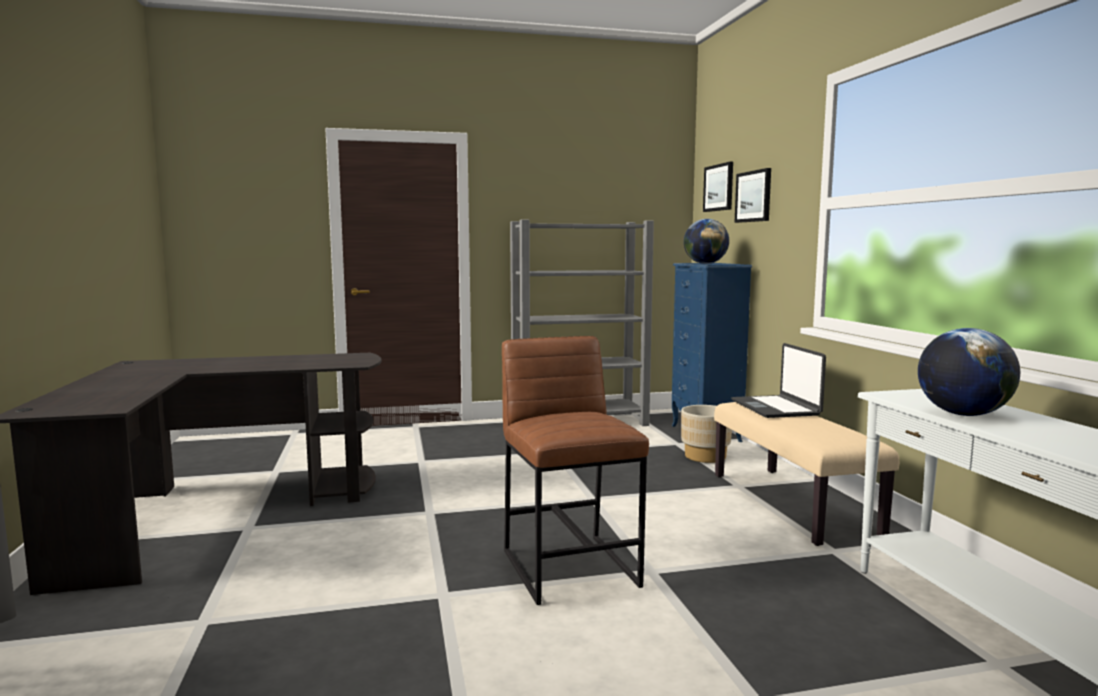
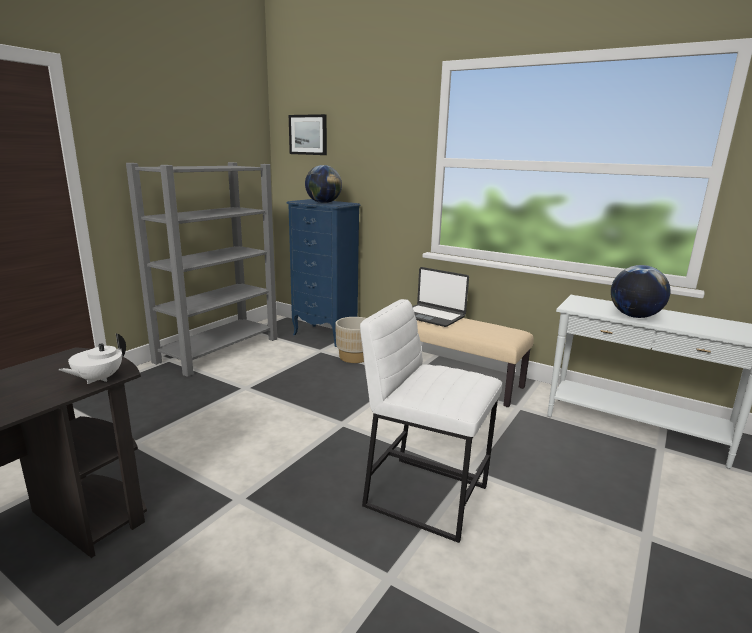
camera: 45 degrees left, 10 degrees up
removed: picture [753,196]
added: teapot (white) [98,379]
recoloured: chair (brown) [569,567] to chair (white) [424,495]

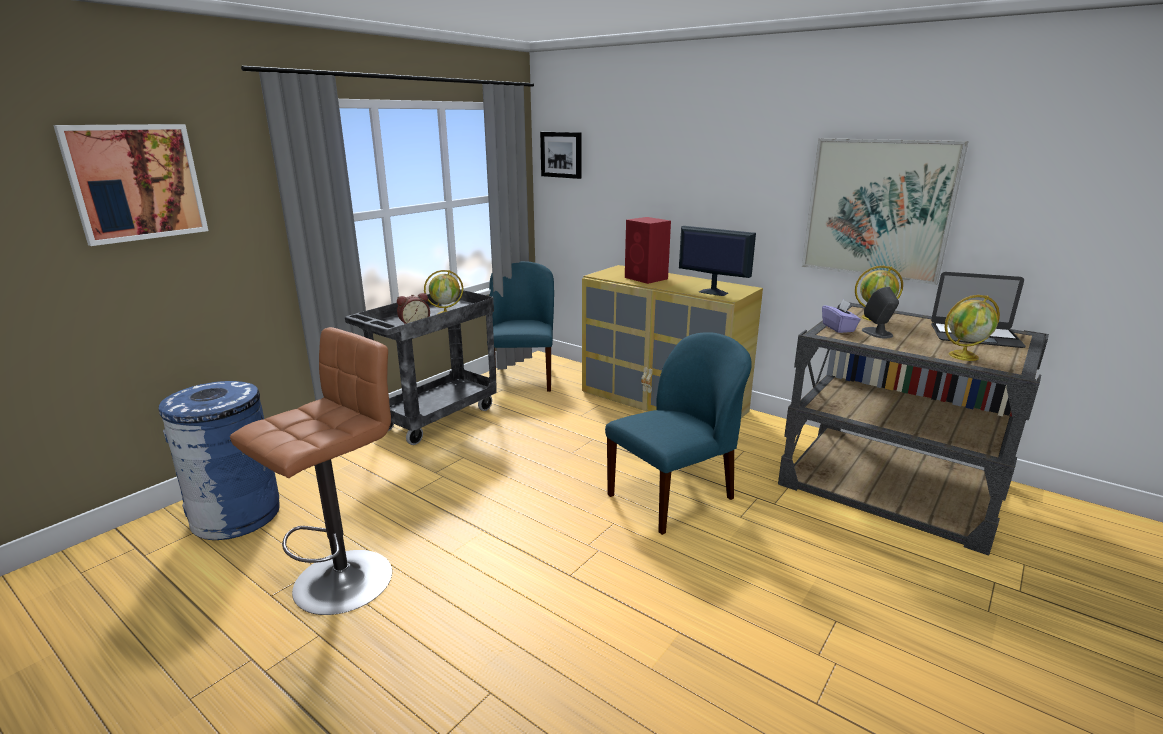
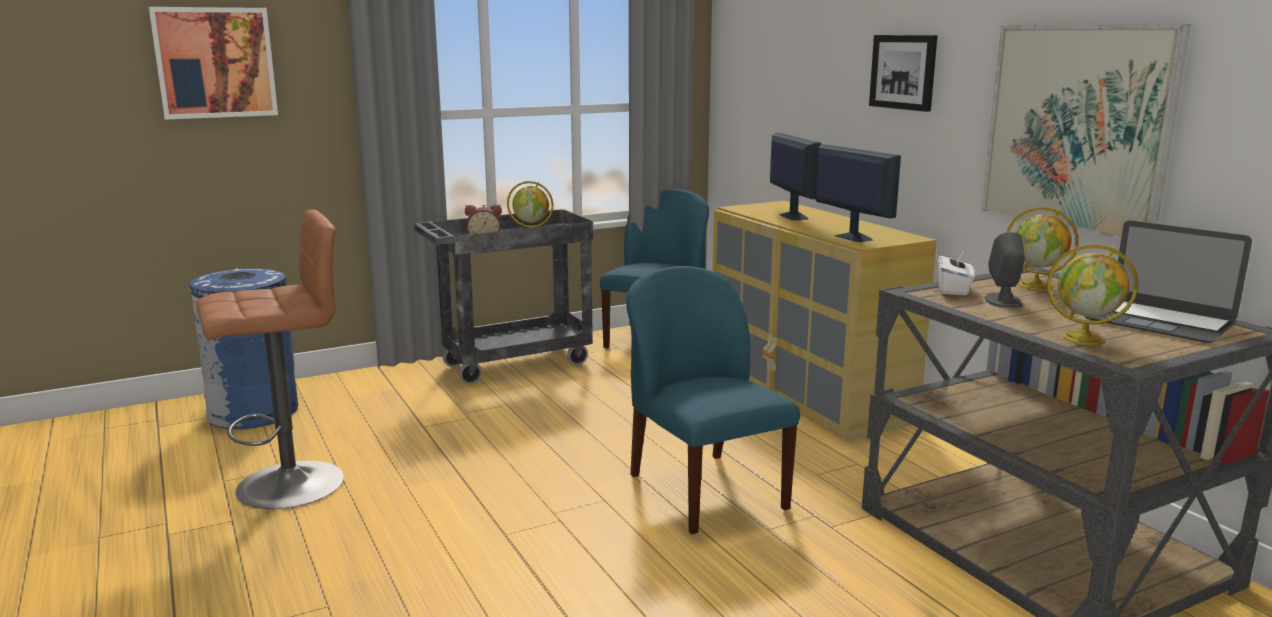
camera: 25 degrees right, 5 degrees down
moved: picture [561,154] to [903,72]
replaced: speaker (red) [646,278] to monitor [793,216]
recoloured: tissue box (purple) [838,328] to tissue box (white) [953,289]
turned: chair (blue) [673,496] = [704,490] 105 degrees counterclockwise

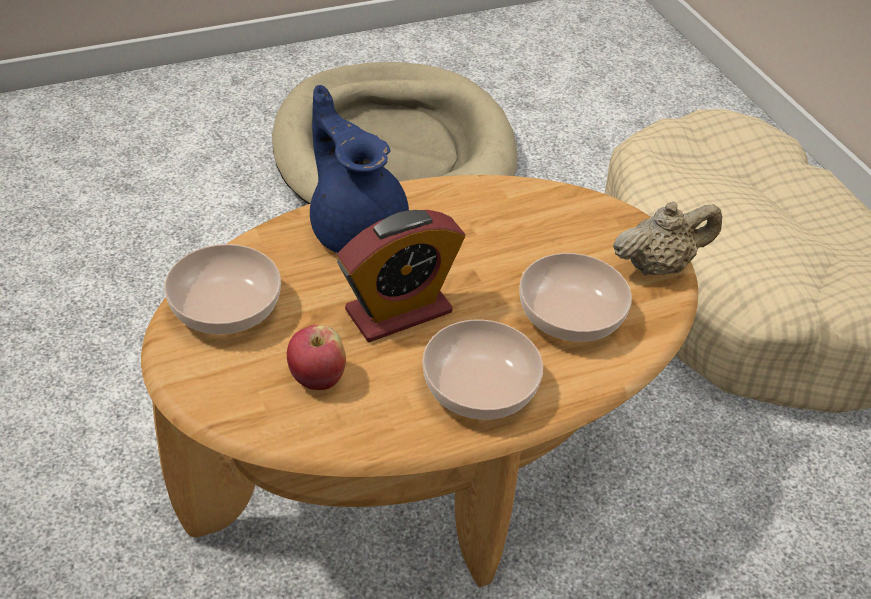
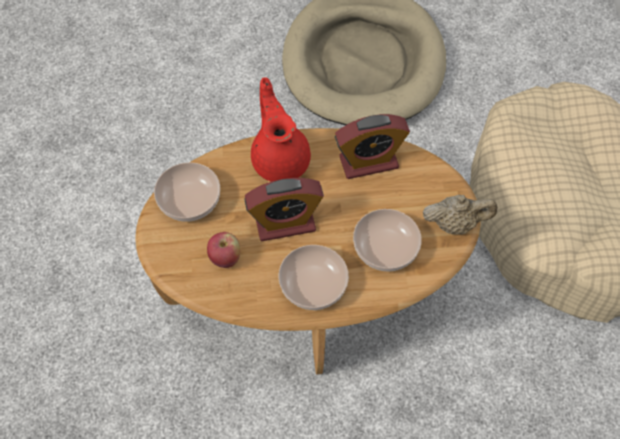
camera: 20 degrees right, 15 degrees up
added: alarm clock [368,162]
recoloured: teapot (blue) [356,228] to teapot (red) [280,159]

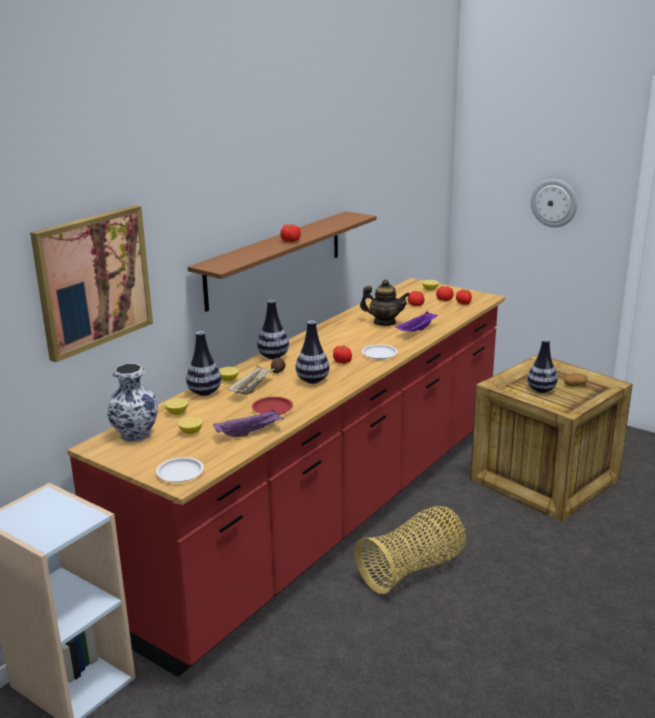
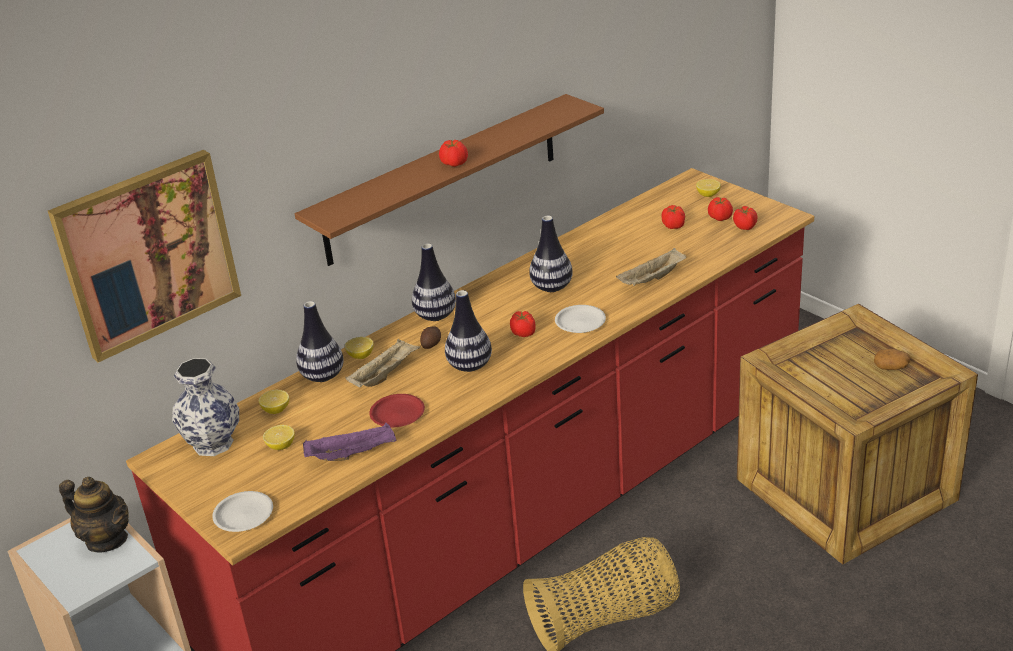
camera: 15 degrees right, 10 degrees up
removed: wall clock [554,203]
moved: teapot [384,322] to [107,539]; vase [541,390] to [552,287]
recoloured: tray (purple) [416,331] to tray (beige) [652,280]

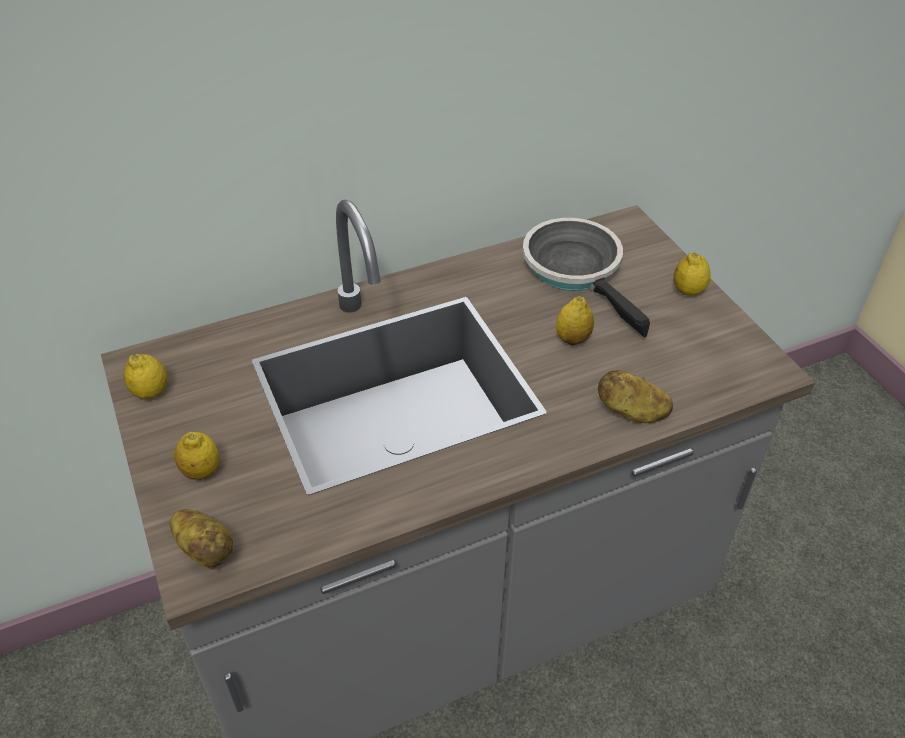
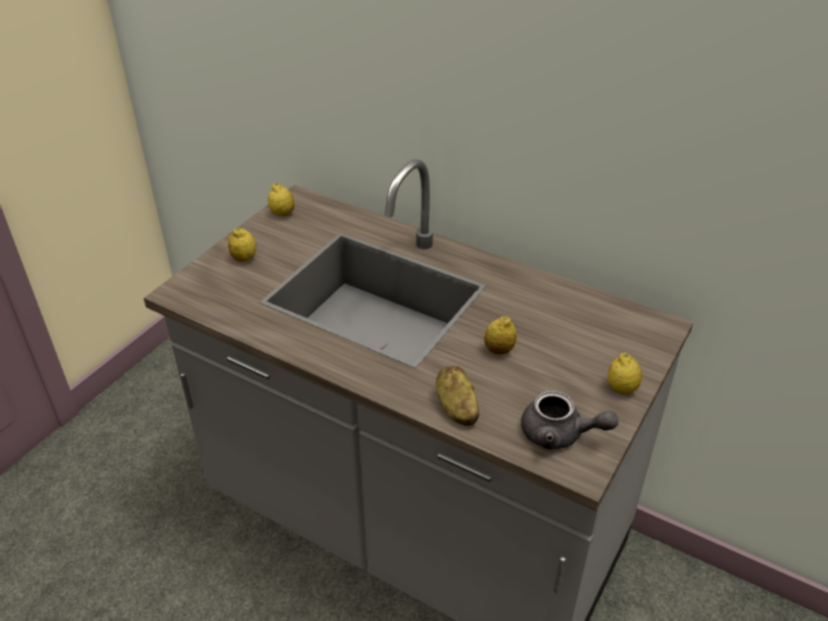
camera: 55 degrees right, 5 degrees down
removed: frying pan [577,270]; potato [206,549]
added: teapot (grey) [560,435]

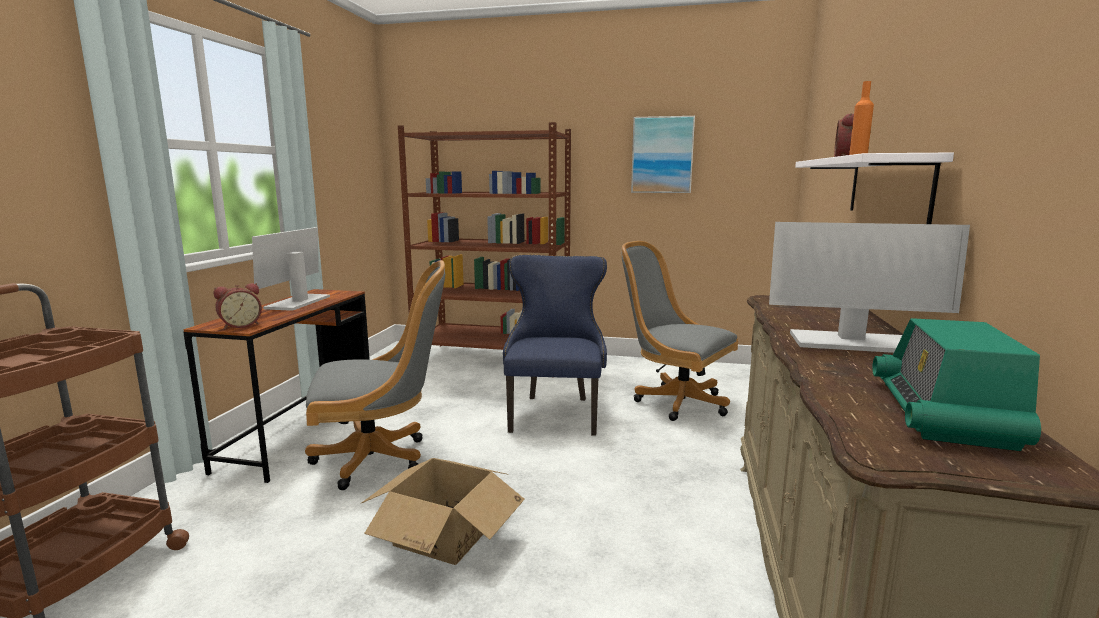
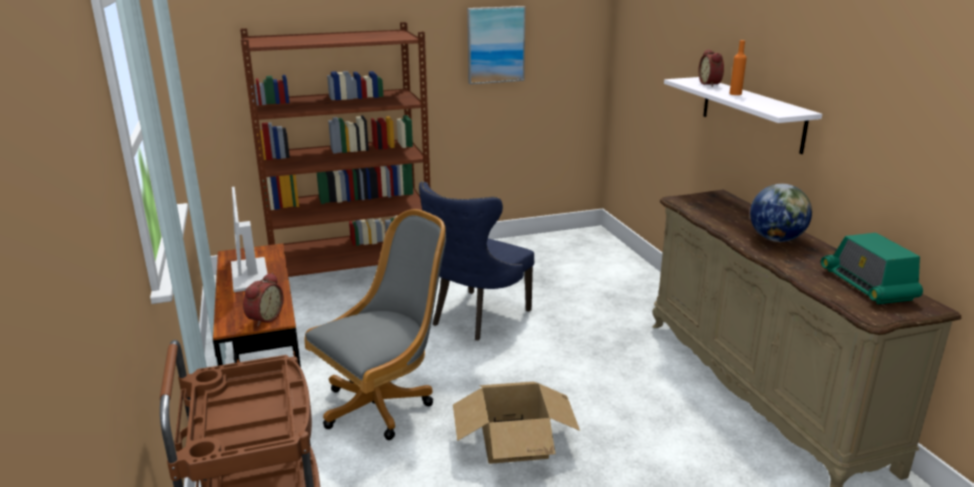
camera: 30 degrees left, 10 degrees up
removed: office chair (grey) [673,401]
replaced: monitor [850,343] to globe [776,239]
turned: chair (blue) [555,413] = [476,317] 120 degrees counterclockwise

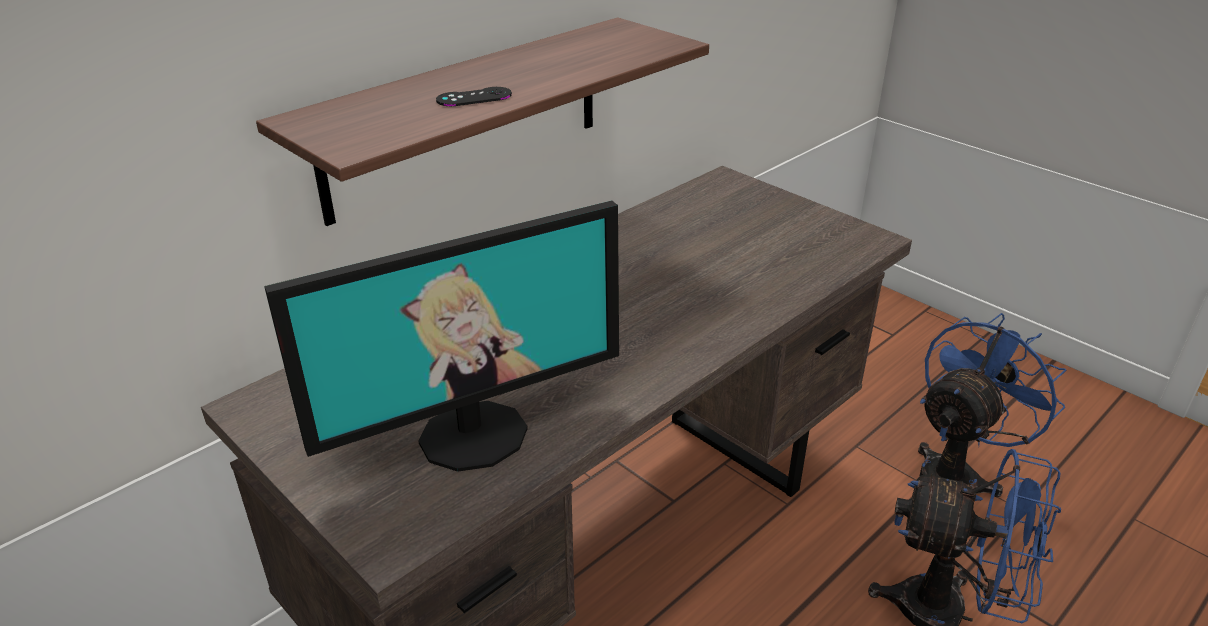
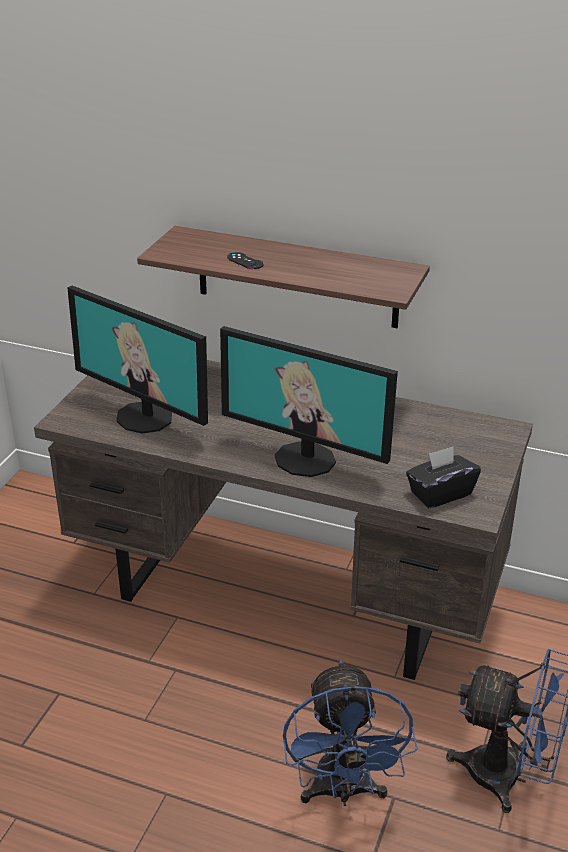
camera: 65 degrees right, 0 degrees up
added: monitor [306,459]; tissue box (black) [440,493]

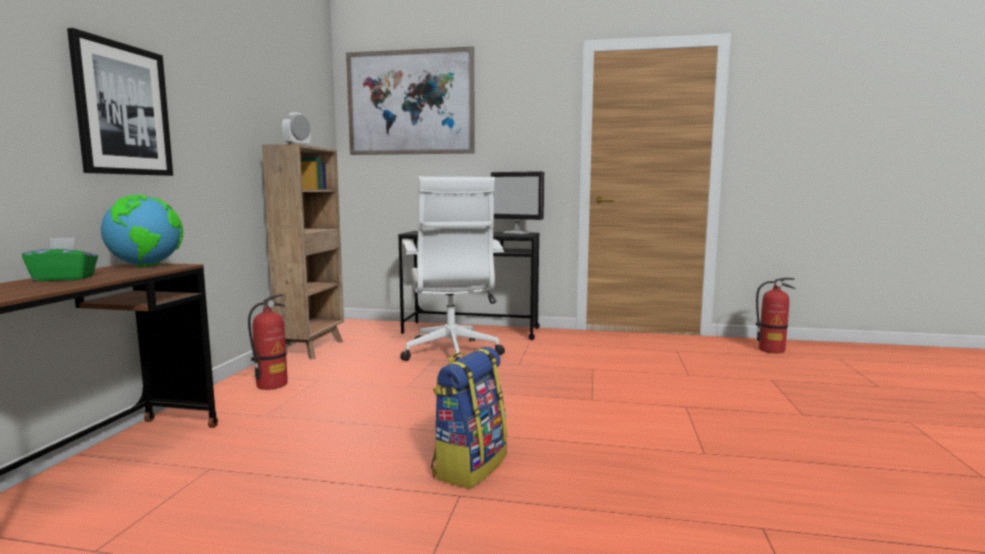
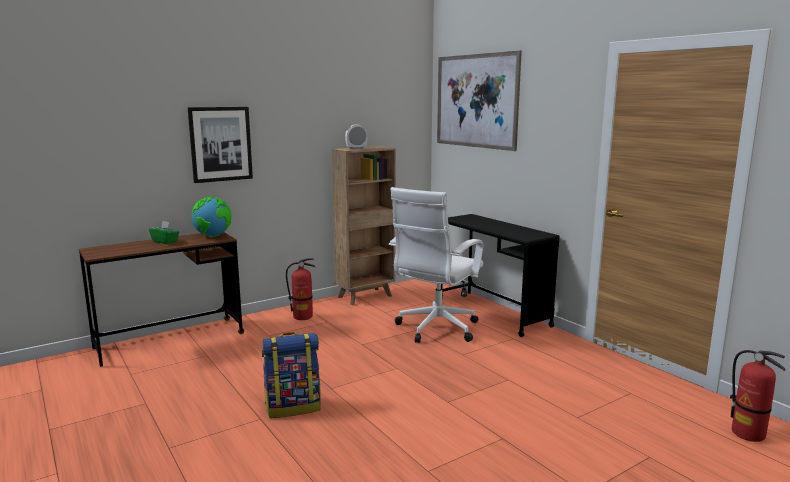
camera: 45 degrees right, 5 degrees up
removed: monitor [517,233]

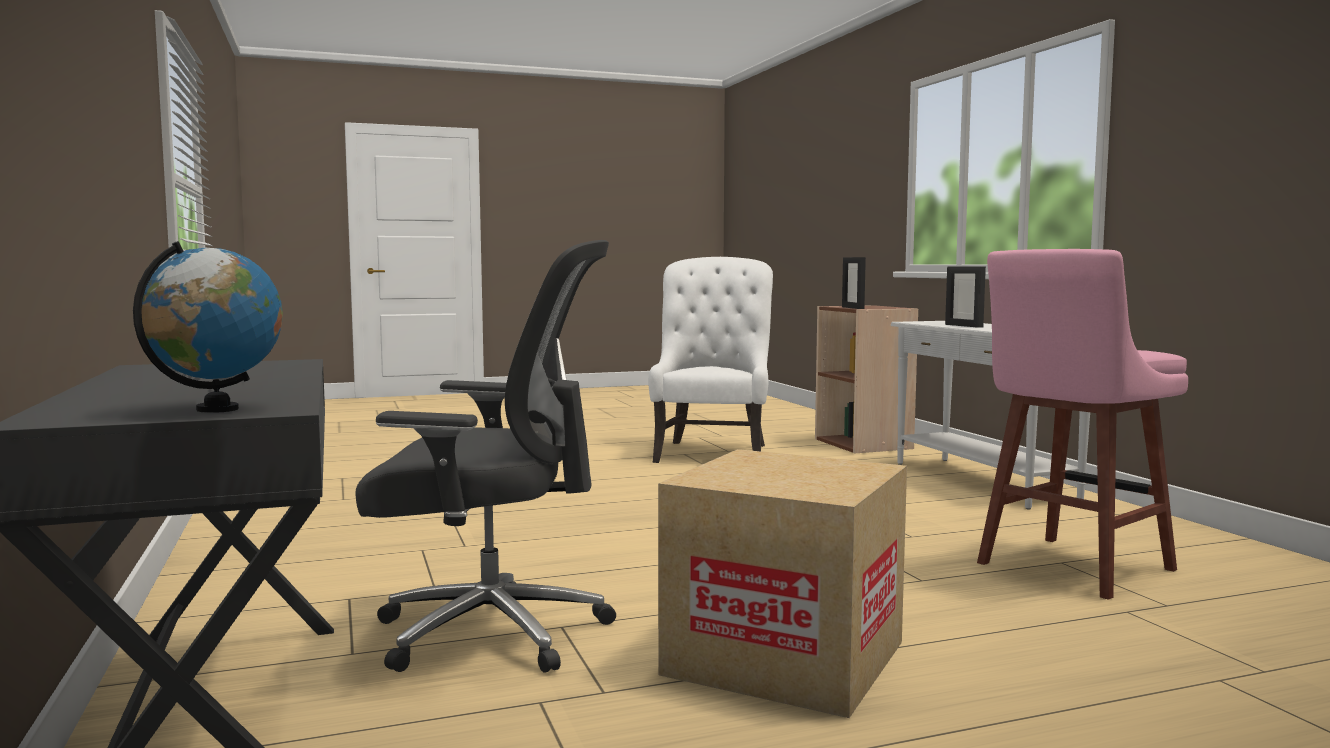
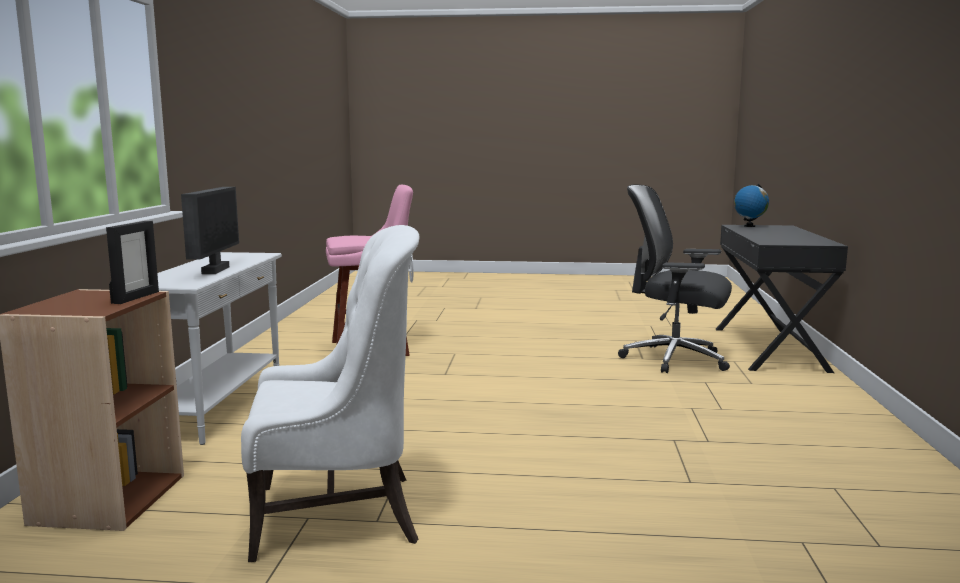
camera: 155 degrees left, 5 degrees up
removed: cardboard box [785,658]
replaced: picture frame [964,326] to monitor [214,270]
turned: chair (white) [713,453] = [338,514] 135 degrees counterclockwise

